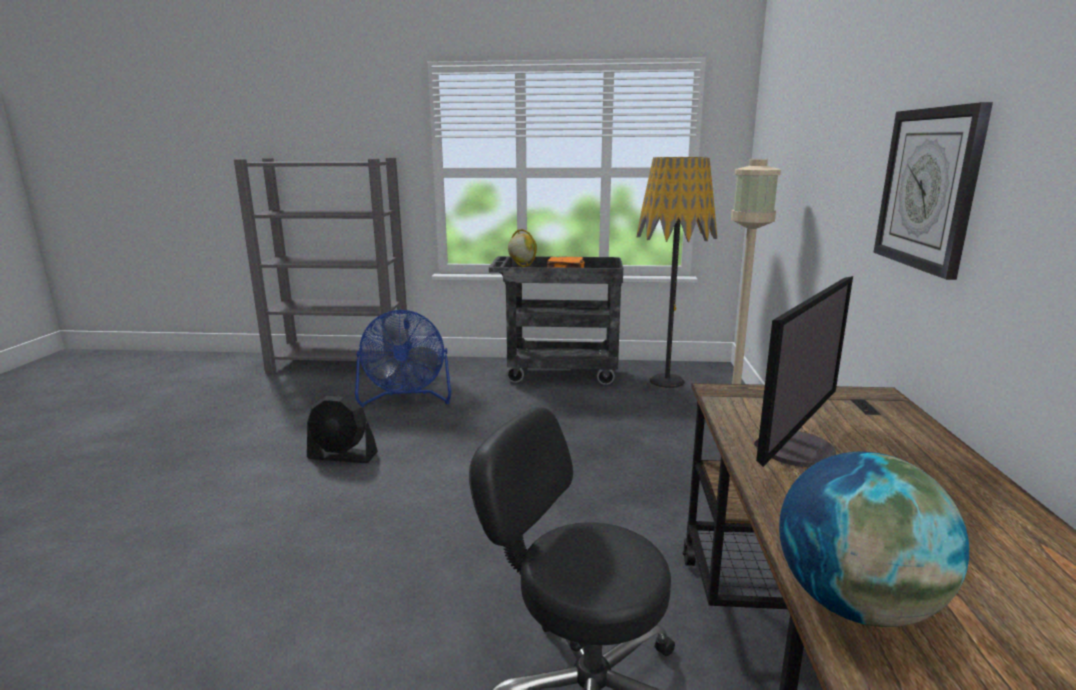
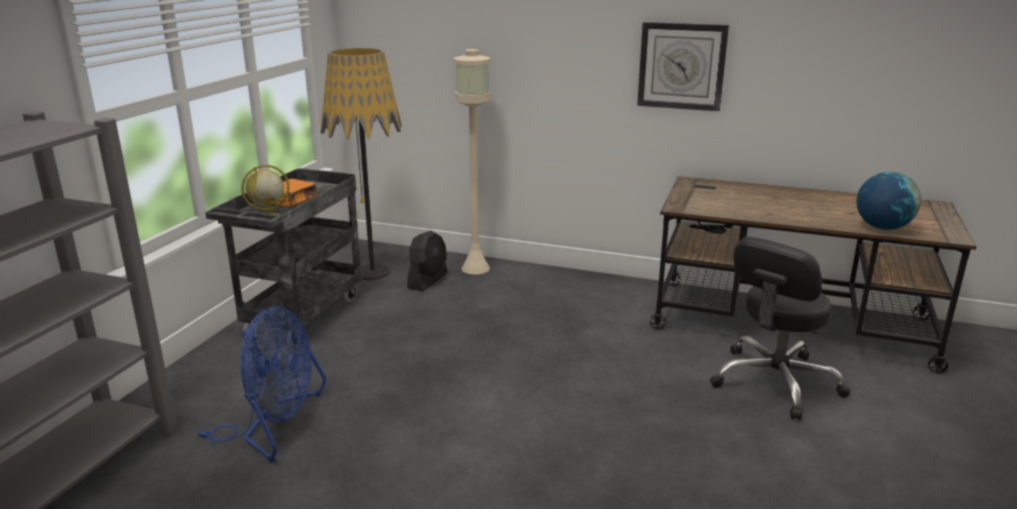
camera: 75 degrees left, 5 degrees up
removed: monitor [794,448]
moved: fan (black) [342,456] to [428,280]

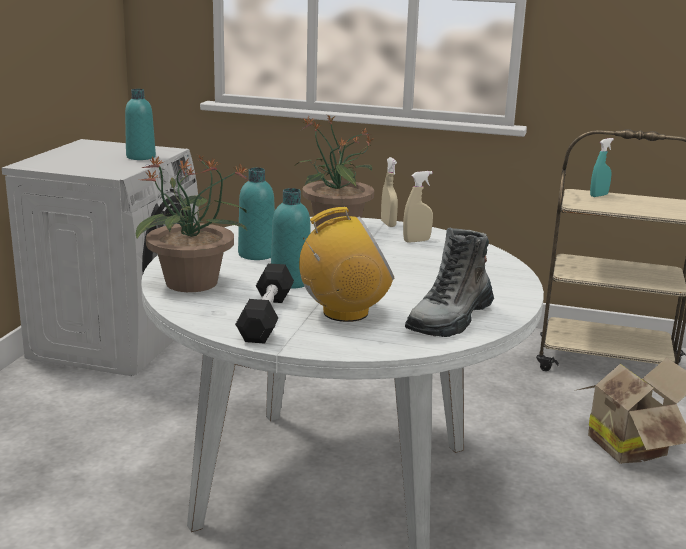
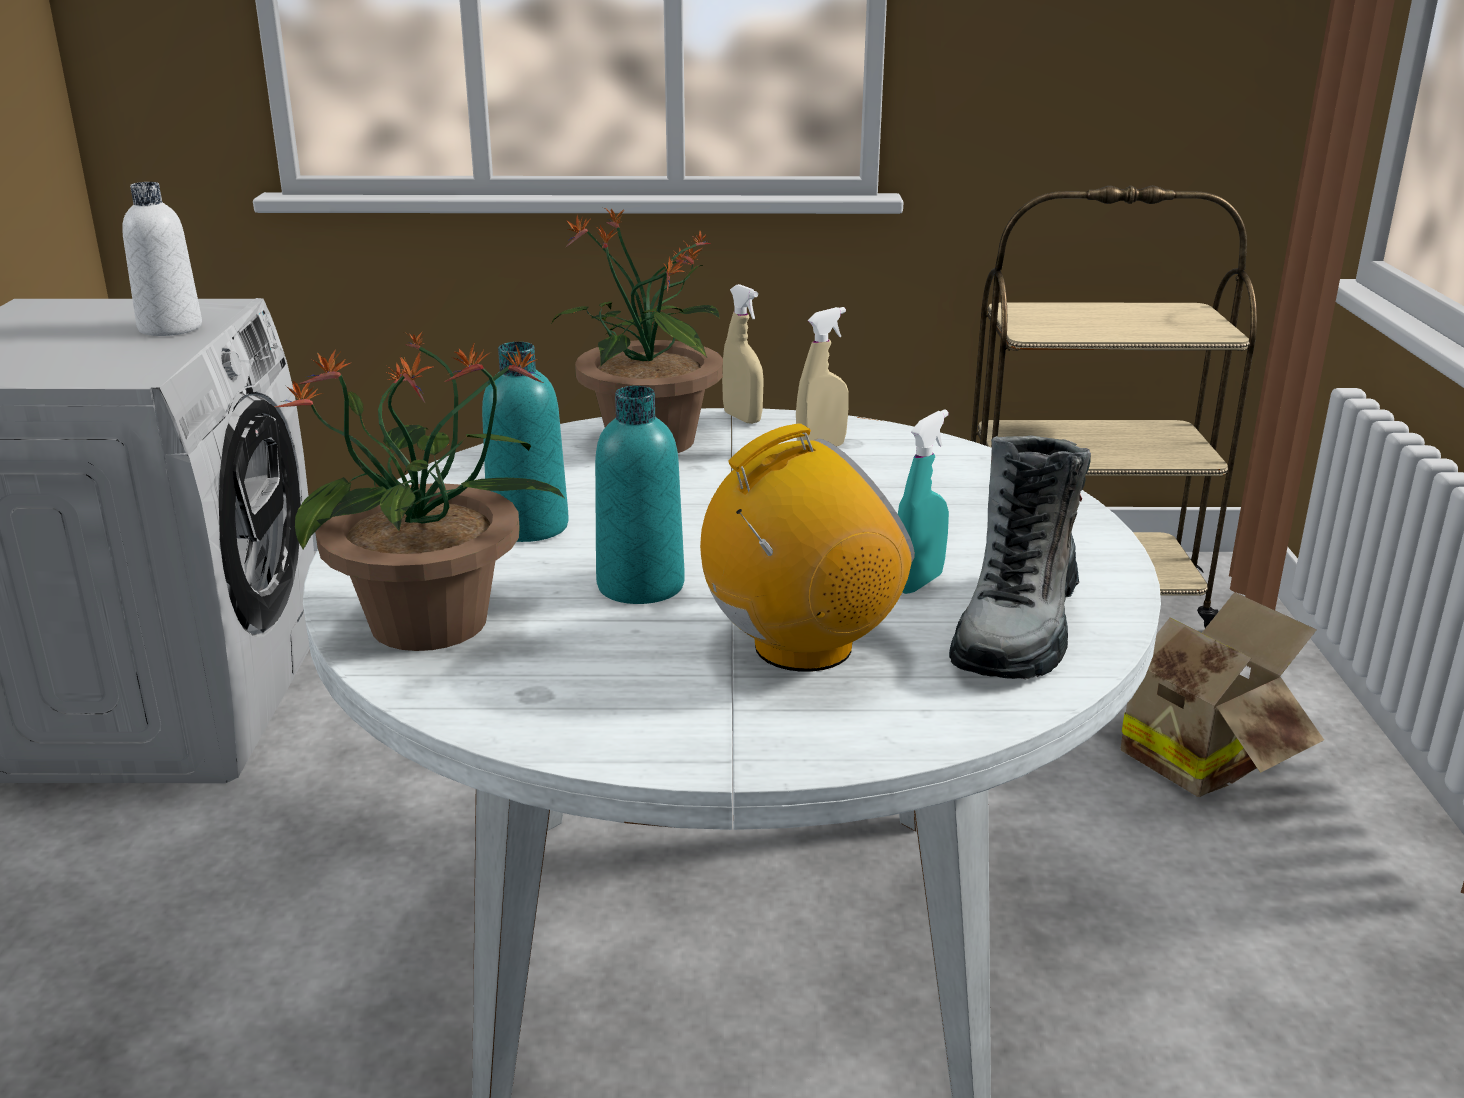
camera: 15 degrees left, 5 degrees up
removed: dumbbell (black) [266,317]
moved: spray bottle (turquoise) [598,195] to [918,583]
recoloured: bottle (turquoise) [141,157] to bottle (white) [170,328]

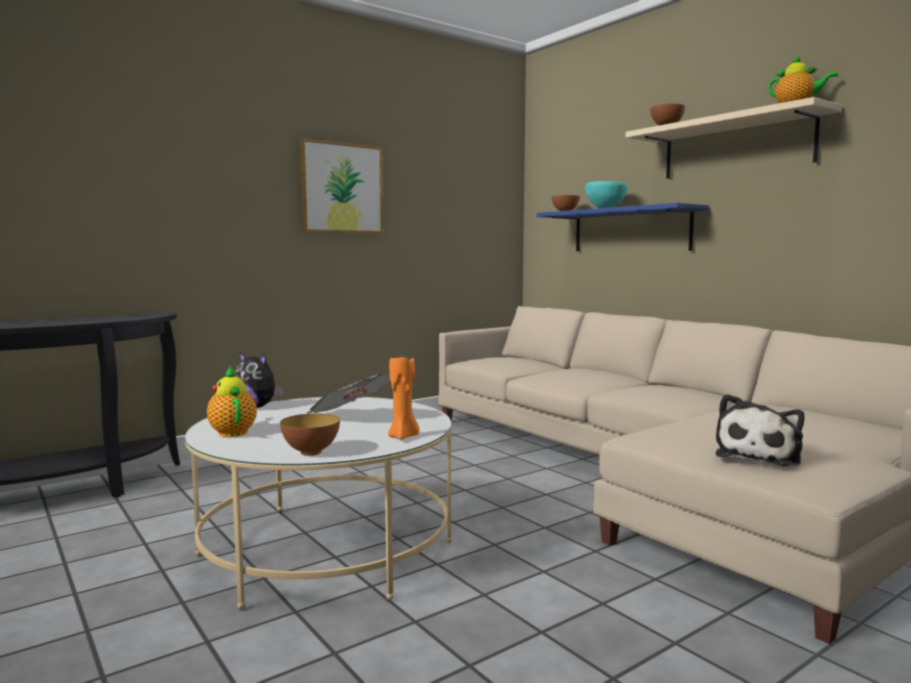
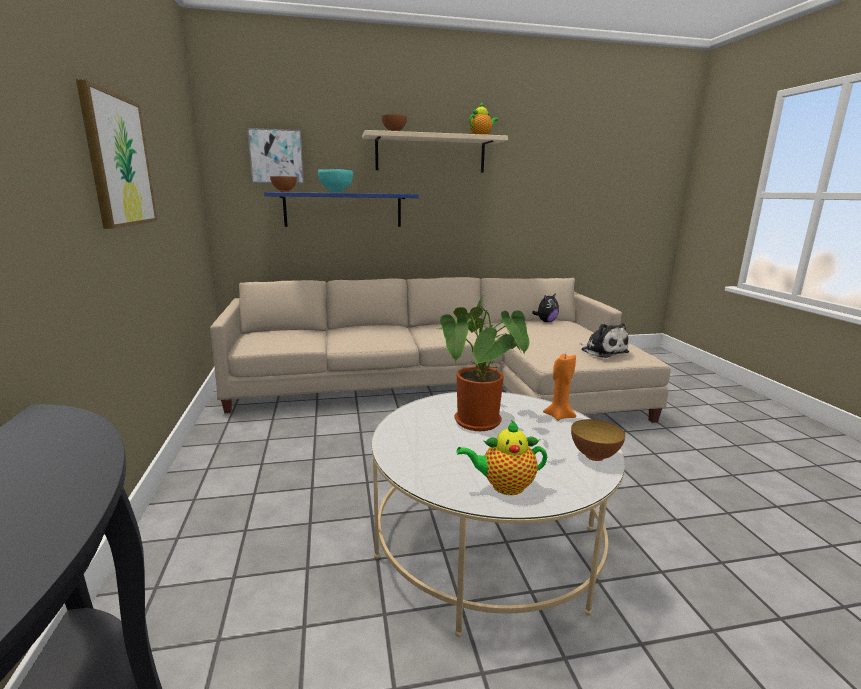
camera: 65 degrees left, 10 degrees up
added: picture [276,156]
moved: plush toy [257,407] to [546,321]
replaced: newspaper [350,417] to potted plant [480,424]

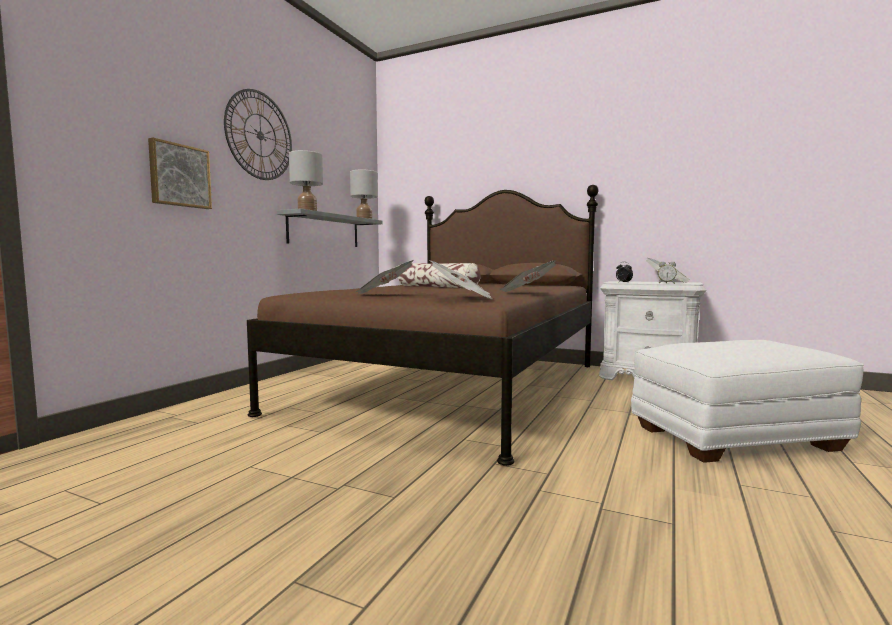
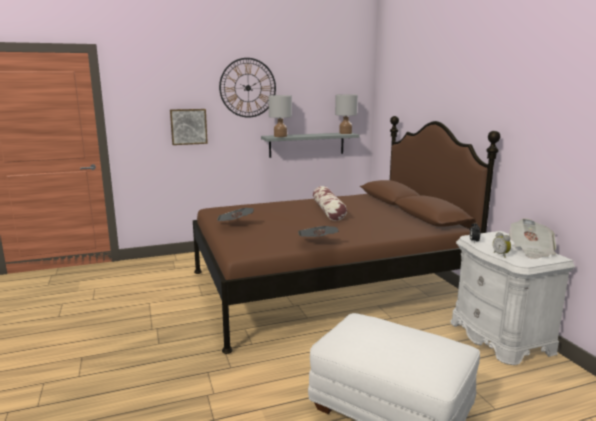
camera: 45 degrees right, 10 degrees up
removed: newspaper [462,298]

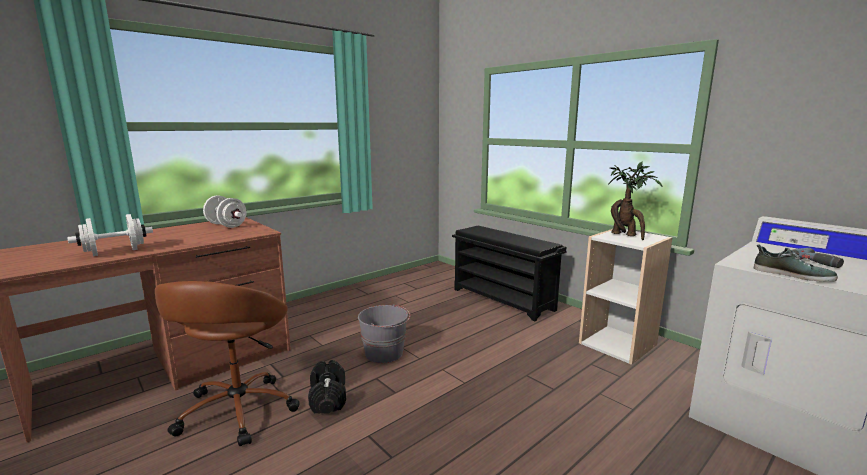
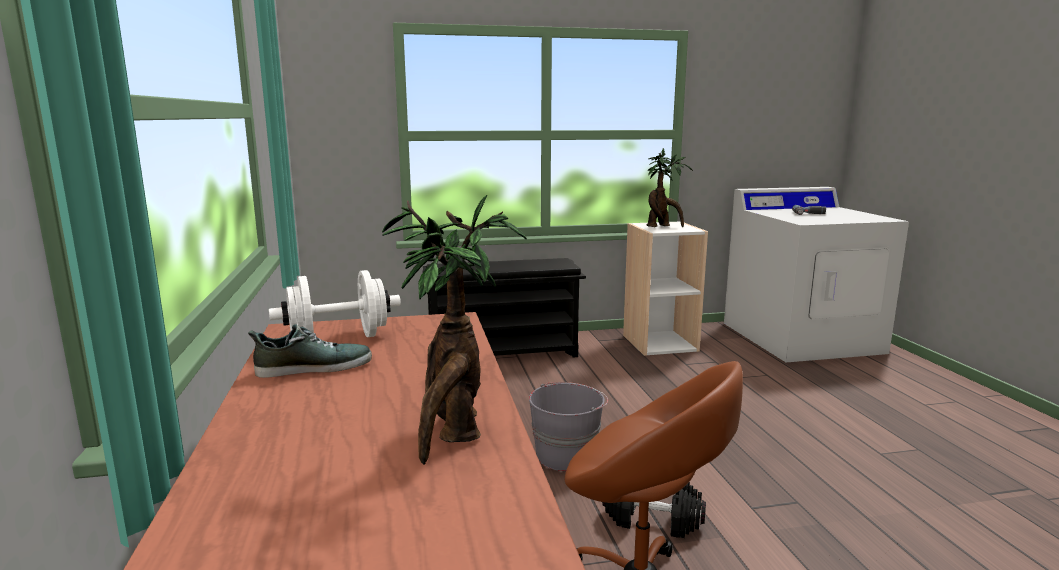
camera: 60 degrees left, 0 degrees up
moved: shoe [792,274] to [314,367]
replaced: dumbbell (white) [115,252] to potted plant [453,433]

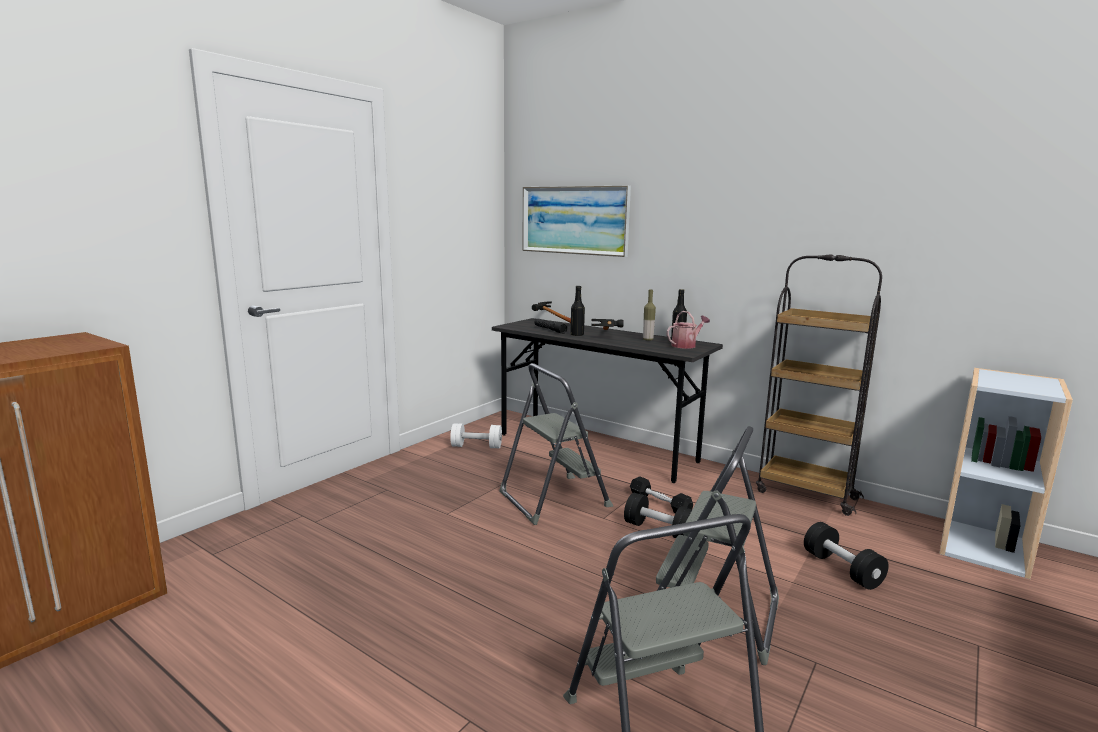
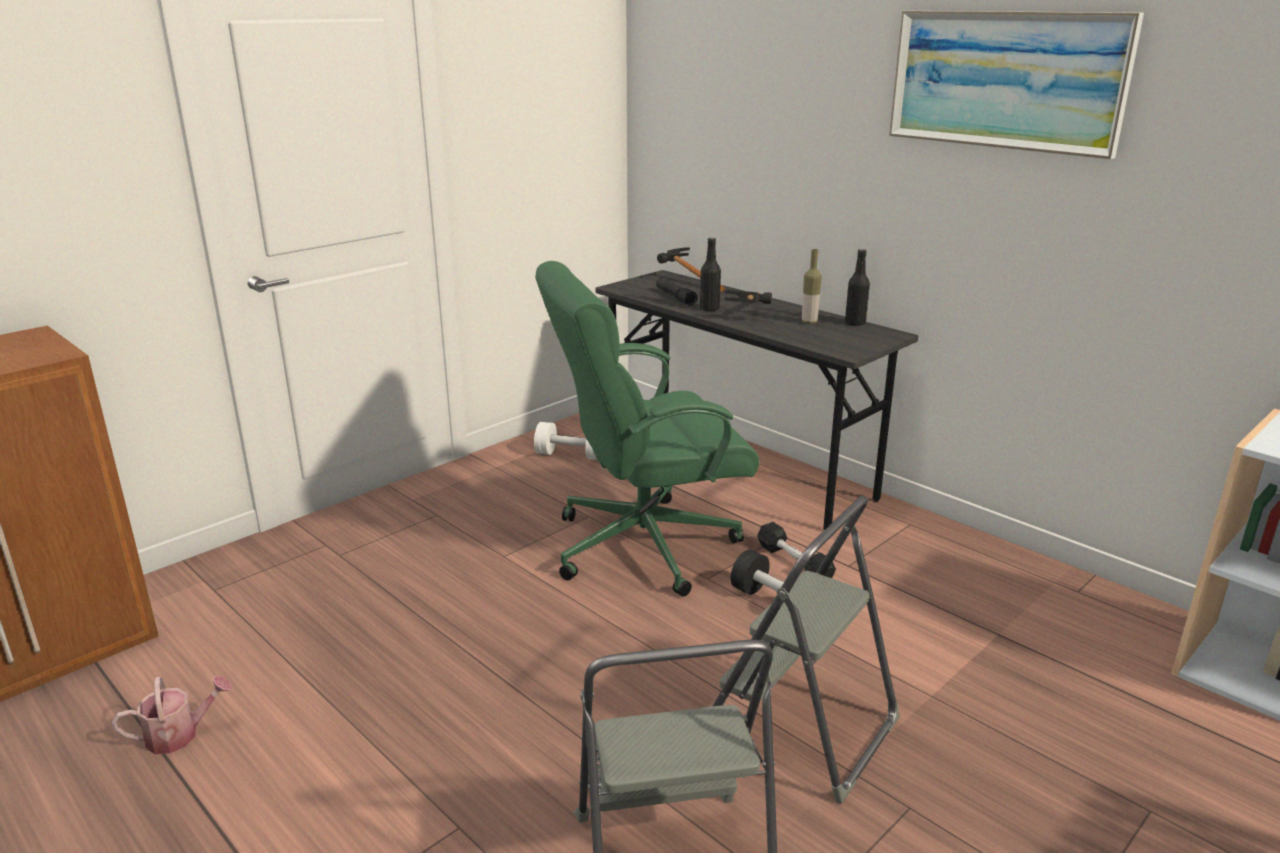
camera: 10 degrees right, 10 degrees up
removed: cart (brown) [805,495]; dumbbell (black) [842,569]
moved: picture [574,220] to [1005,80]; watering can [686,345] to [180,735]
replaced: step ladder (grey) [550,499] to office chair (green) [645,545]

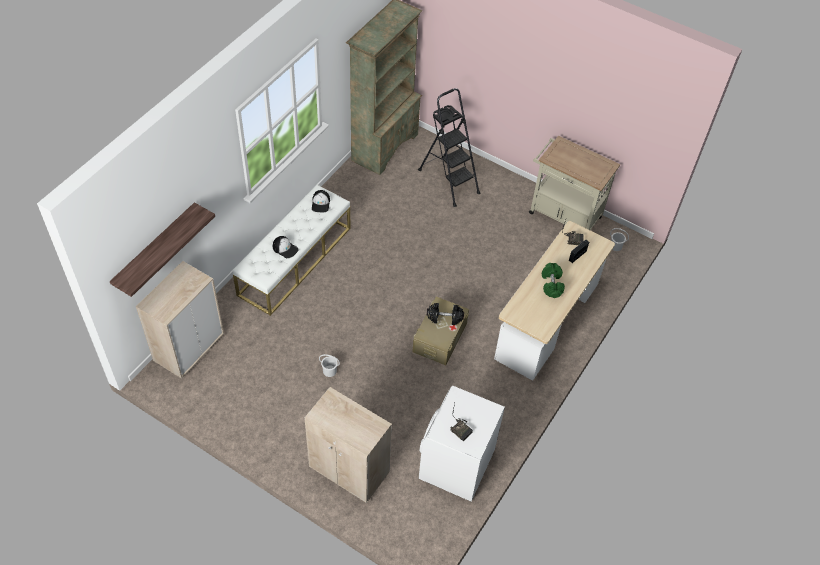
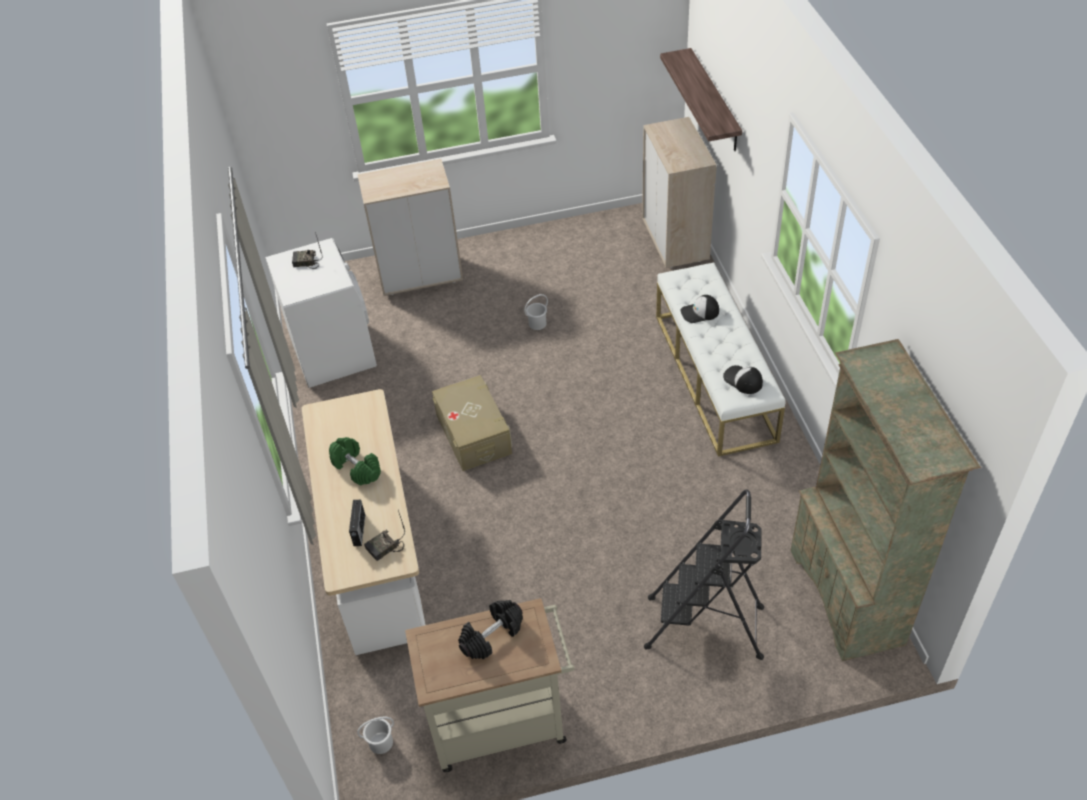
camera: 140 degrees right, 5 degrees down
moved: dumbbell (black) [444,318] to [492,635]

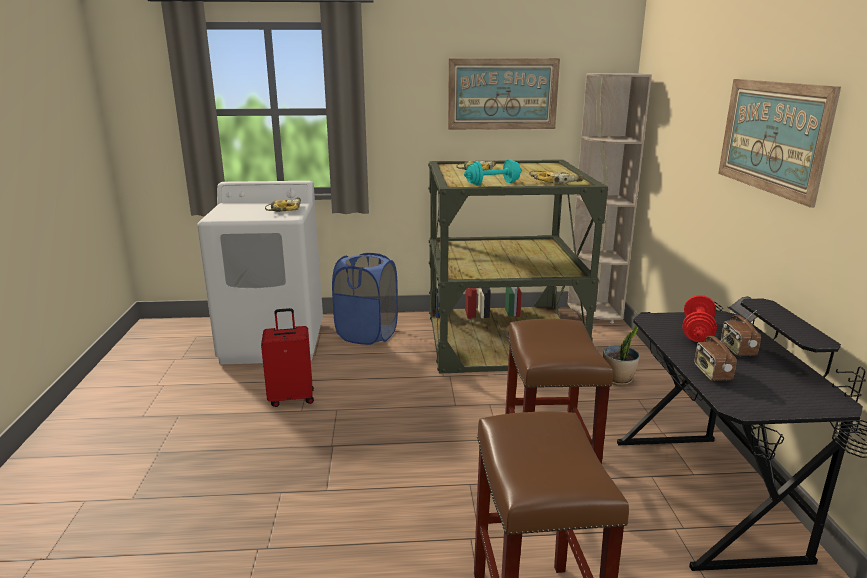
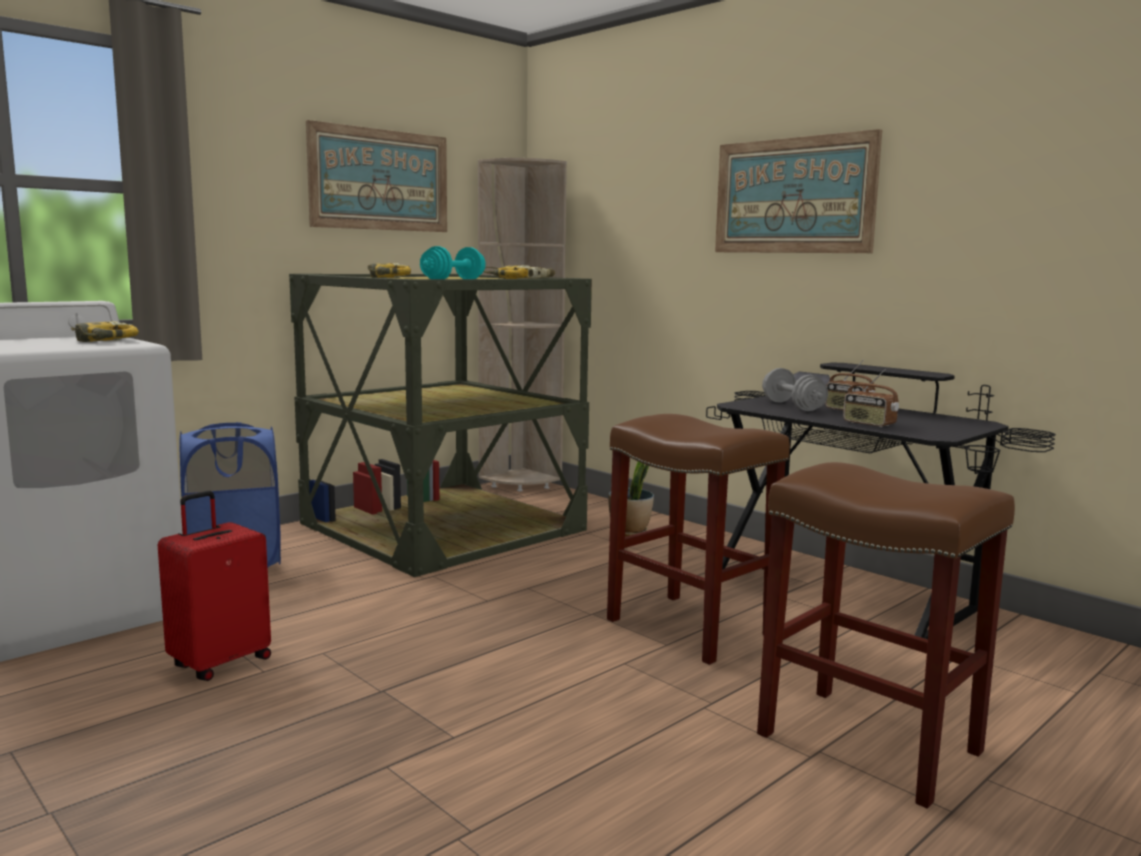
camera: 40 degrees left, 10 degrees down
recoloured: dumbbell (red) [697,332] to dumbbell (grey) [792,406]

